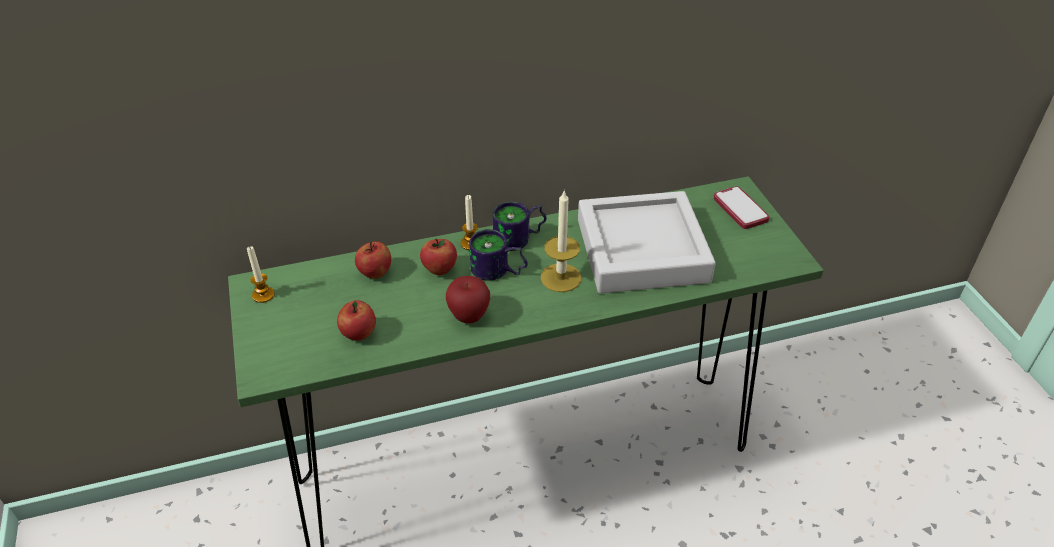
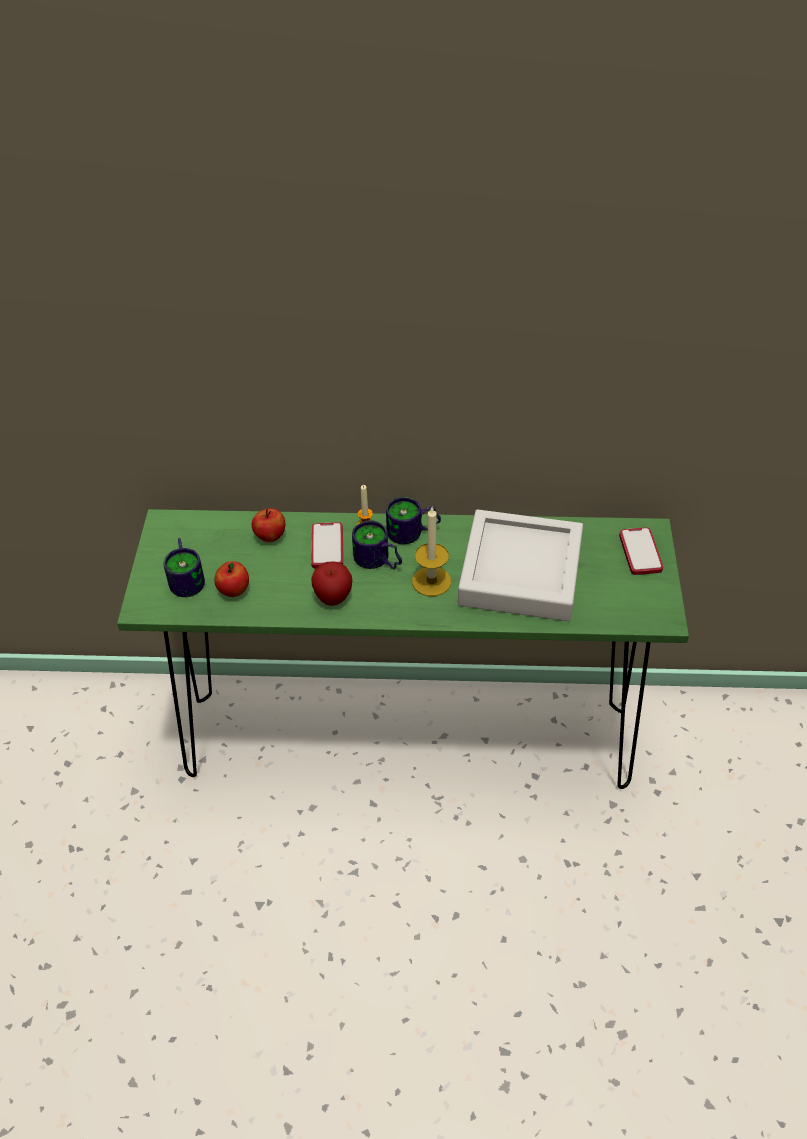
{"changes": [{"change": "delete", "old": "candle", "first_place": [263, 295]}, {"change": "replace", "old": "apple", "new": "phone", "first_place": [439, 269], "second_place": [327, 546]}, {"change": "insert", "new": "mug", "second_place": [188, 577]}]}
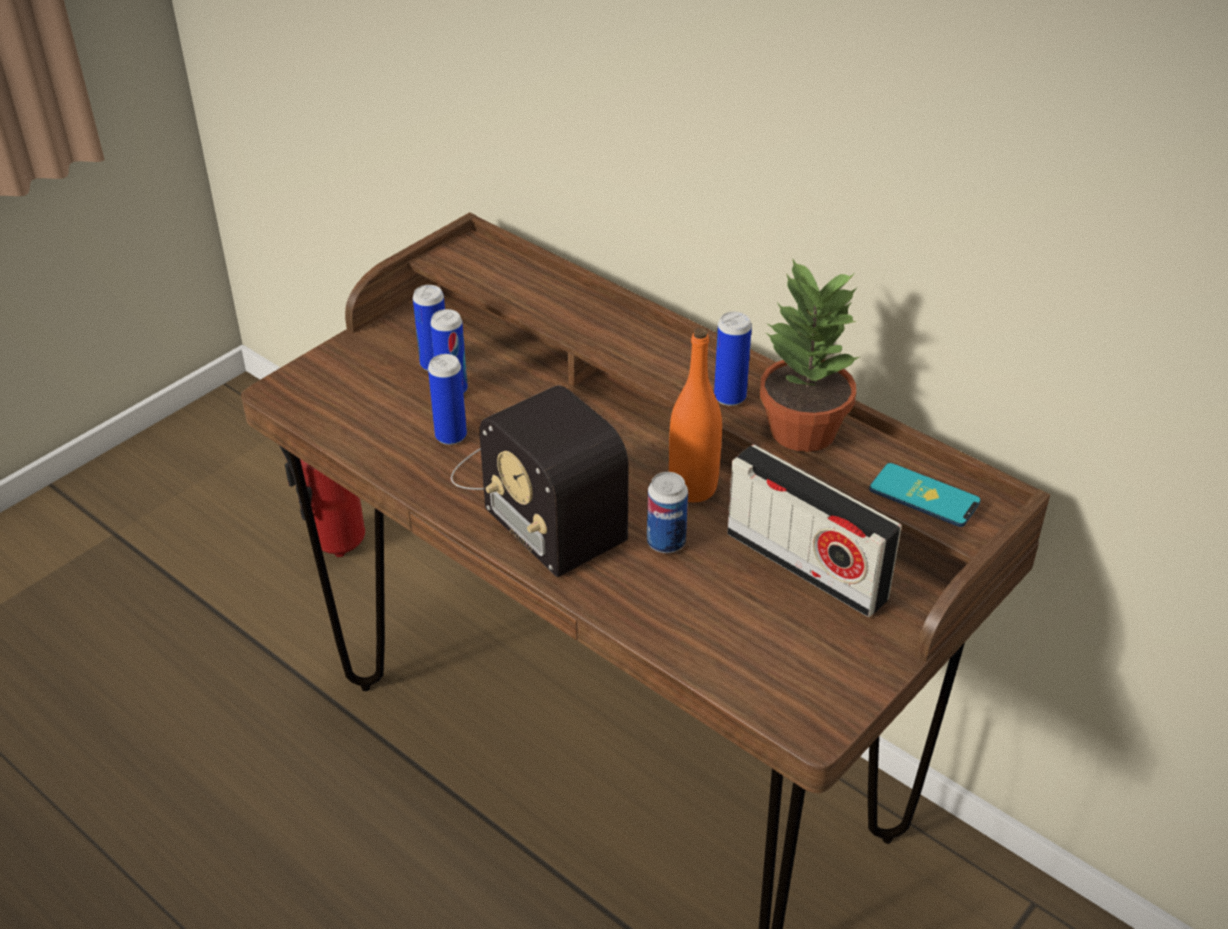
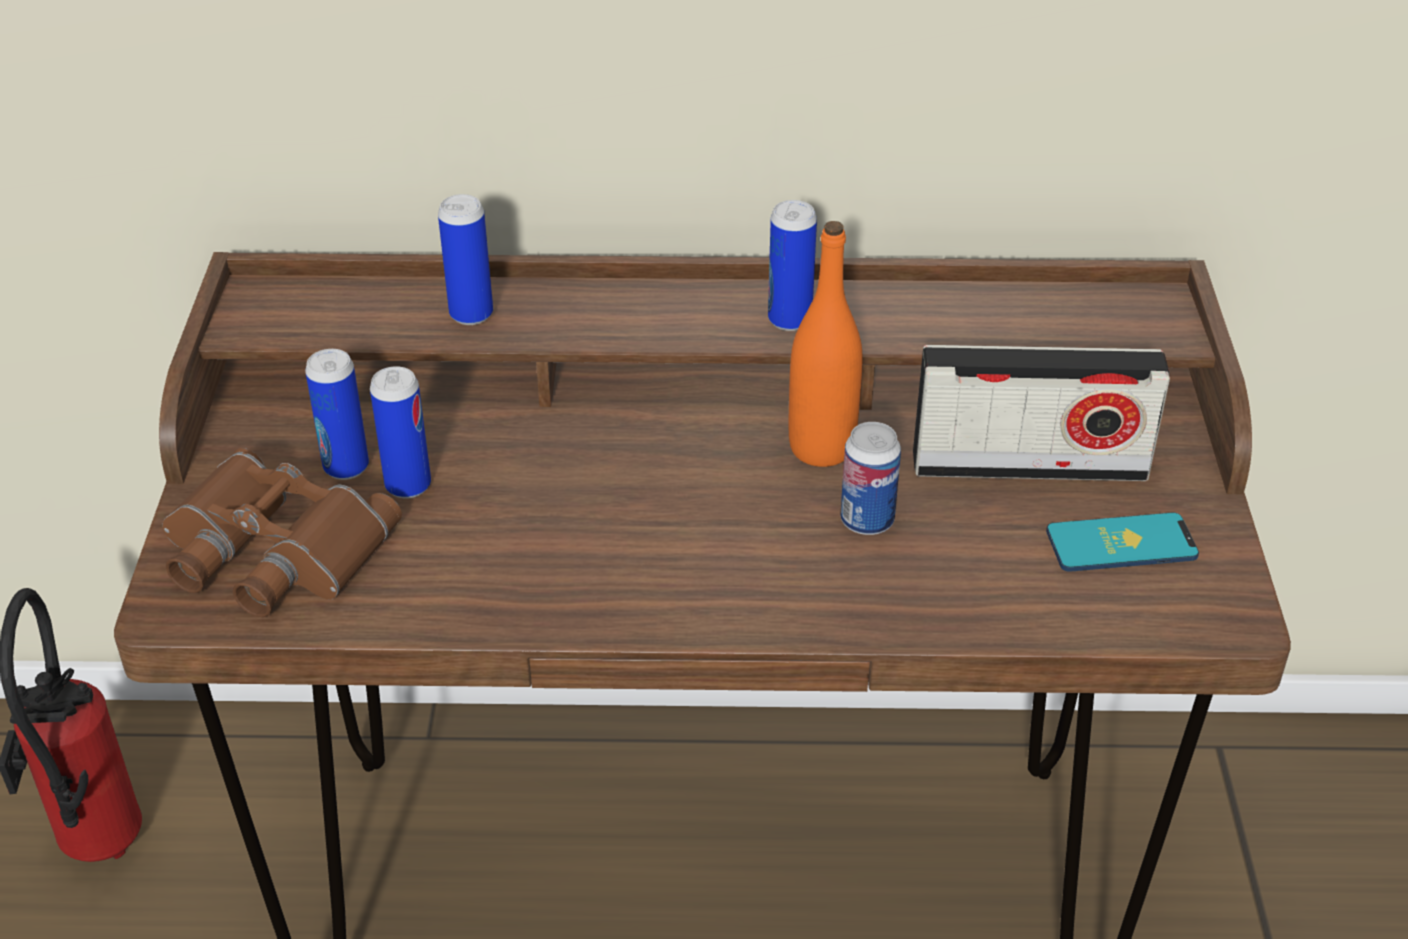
{"changes": [{"change": "move", "old": "can", "first_place": [451, 436], "second_place": [471, 314]}, {"change": "delete", "old": "radio", "first_place": [537, 495]}, {"change": "delete", "old": "potted plant", "first_place": [801, 429]}, {"change": "move", "old": "phone", "first_place": [924, 496], "second_place": [1121, 544]}, {"change": "insert", "new": "brown binoculars", "second_place": [270, 551]}]}
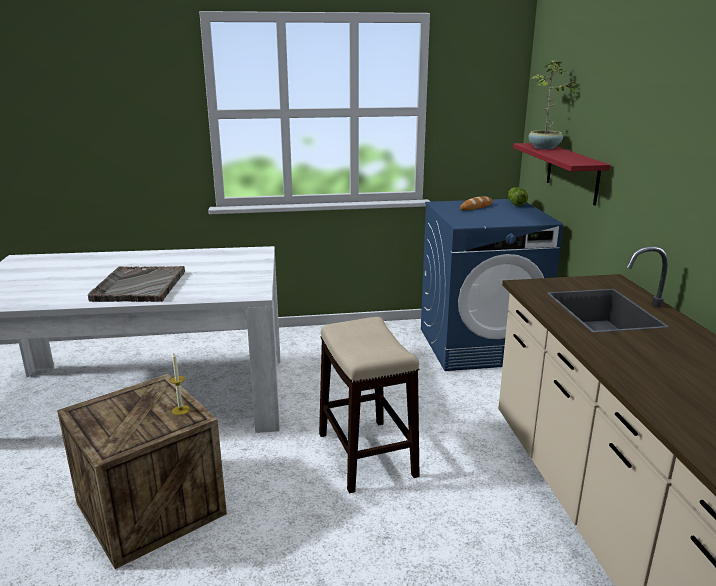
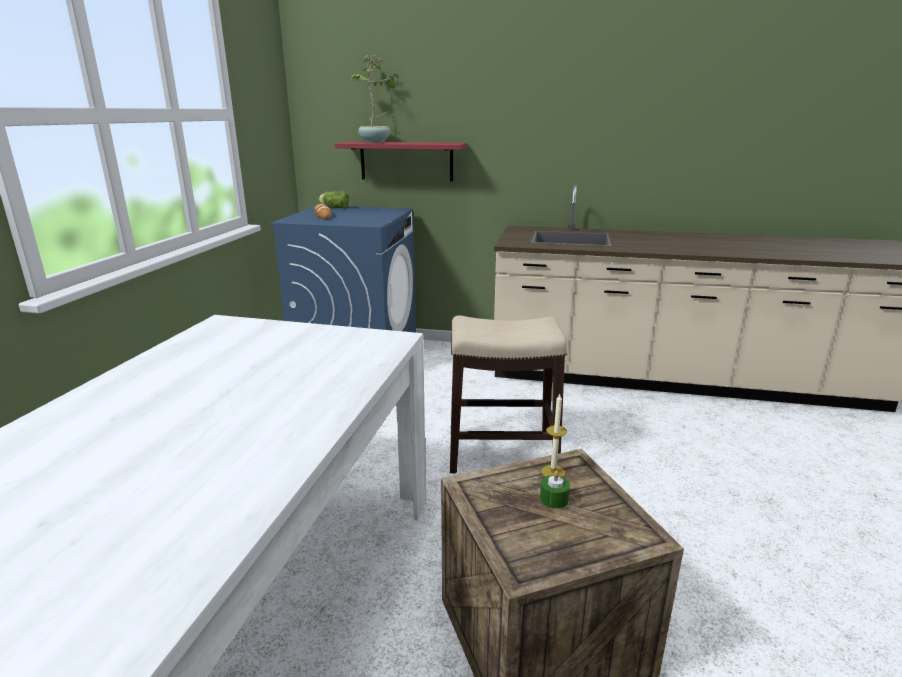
{"changes": [{"change": "delete", "old": "grey tray", "first_place": [139, 286]}, {"change": "insert", "new": "green candle", "second_place": [554, 499]}]}
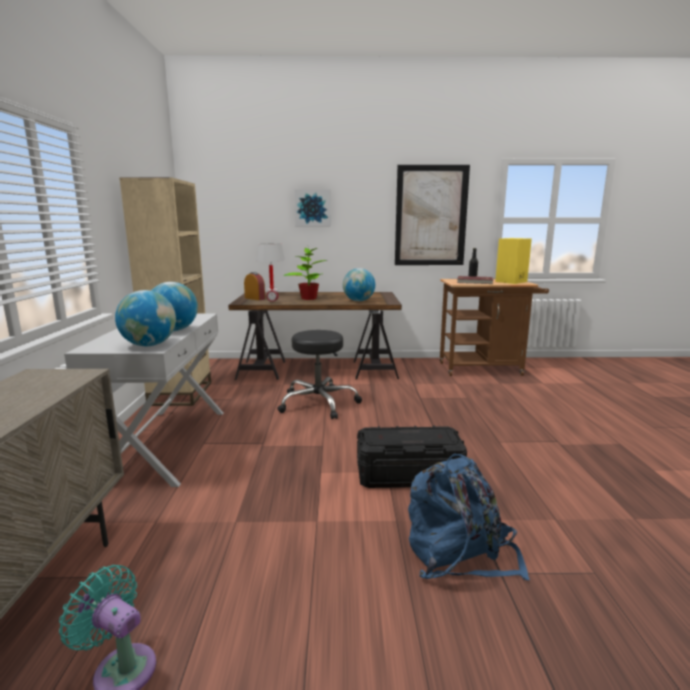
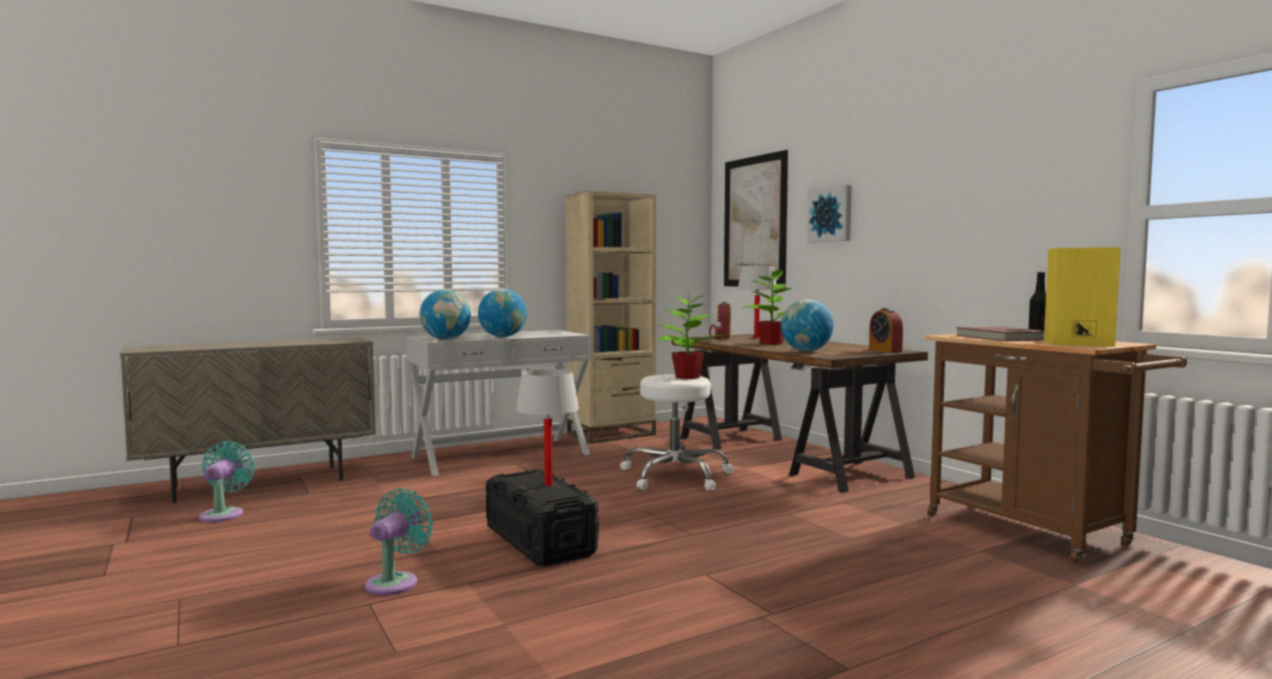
{"changes": [{"change": "recolor", "old": "black stool", "new": "white stool", "first_place": [318, 403], "second_place": [675, 476]}, {"change": "move", "old": "picture", "first_place": [431, 216], "second_place": [754, 222]}, {"change": "replace", "old": "blue backpack", "new": "turquoise fan", "first_place": [459, 552], "second_place": [395, 582]}, {"change": "insert", "new": "white table lamp", "second_place": [548, 485]}, {"change": "insert", "new": "potted plant", "second_place": [686, 377]}, {"change": "insert", "new": "alarm clock", "second_place": [885, 350]}]}
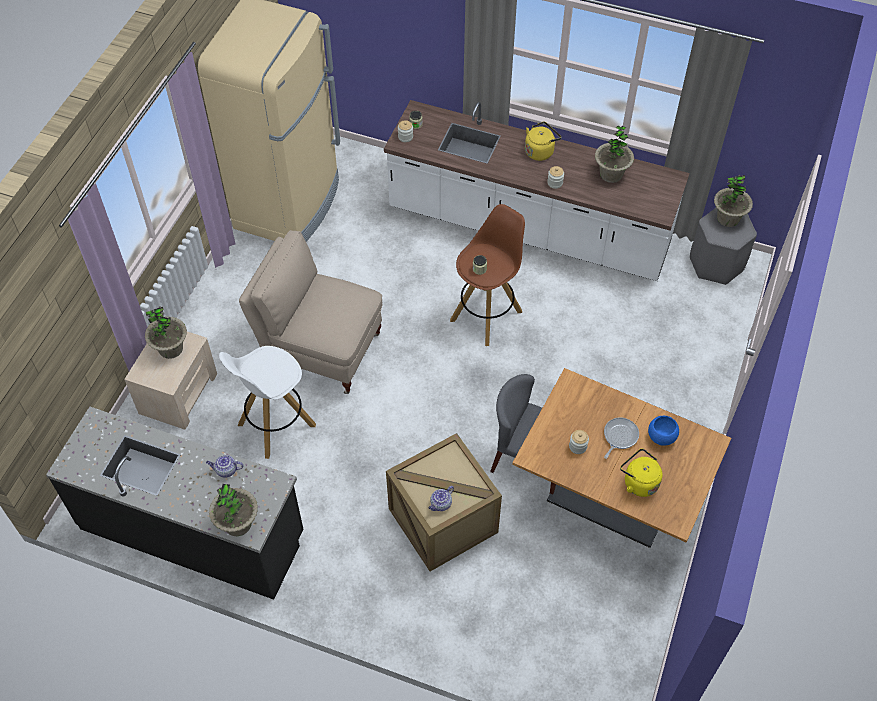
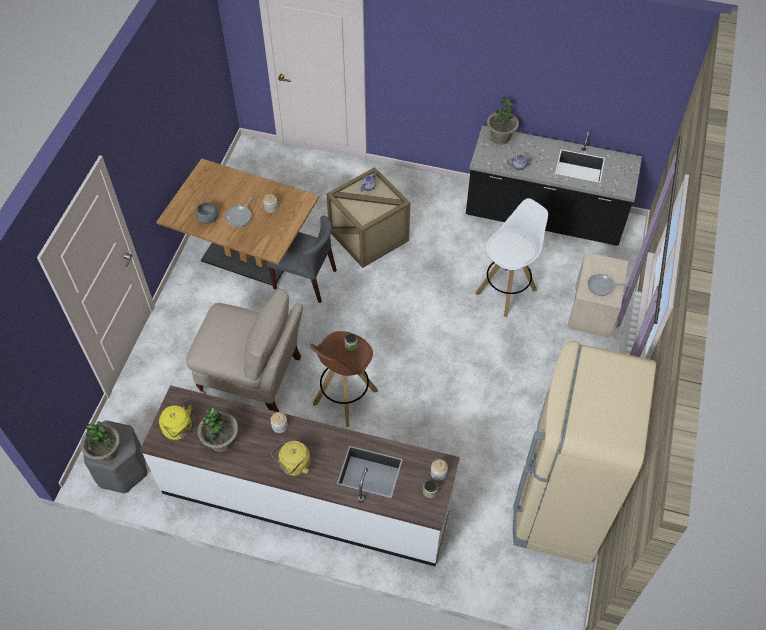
{"changes": [{"change": "replace", "old": "potted plant", "new": "frying pan", "first_place": [171, 348], "second_place": [602, 286]}, {"change": "move", "old": "beige chair", "first_place": [320, 350], "second_place": [252, 376]}, {"change": "move", "old": "yellow kettle", "first_place": [638, 482], "second_place": [179, 429]}, {"change": "recolor", "old": "blue bowl", "new": "grey bowl", "first_place": [661, 436], "second_place": [208, 219]}]}
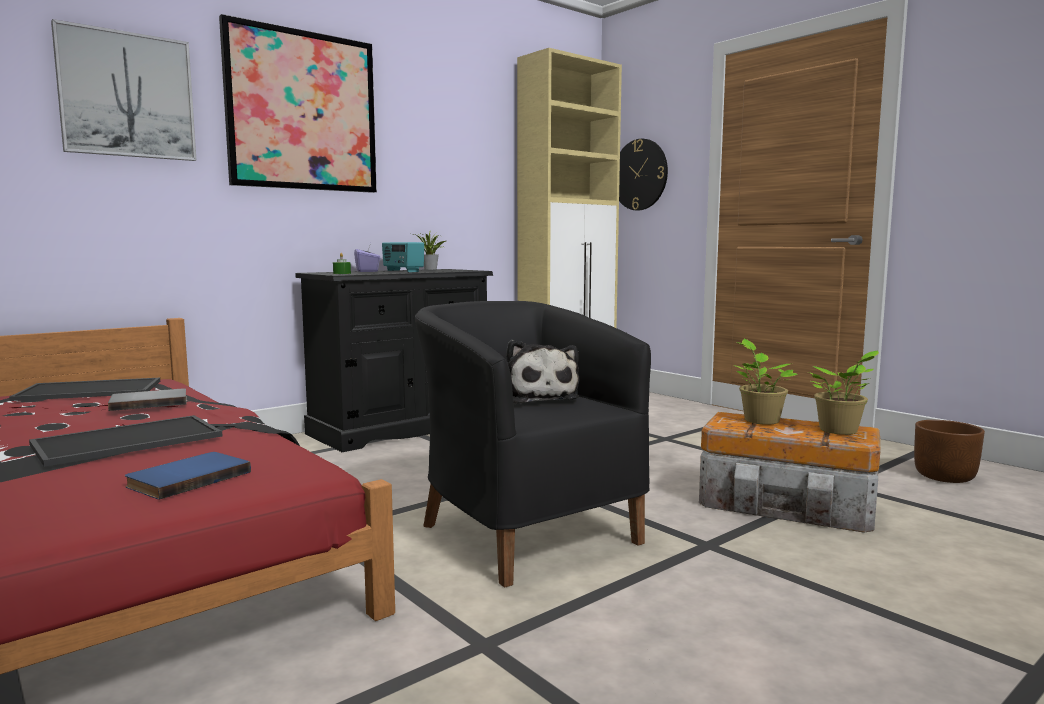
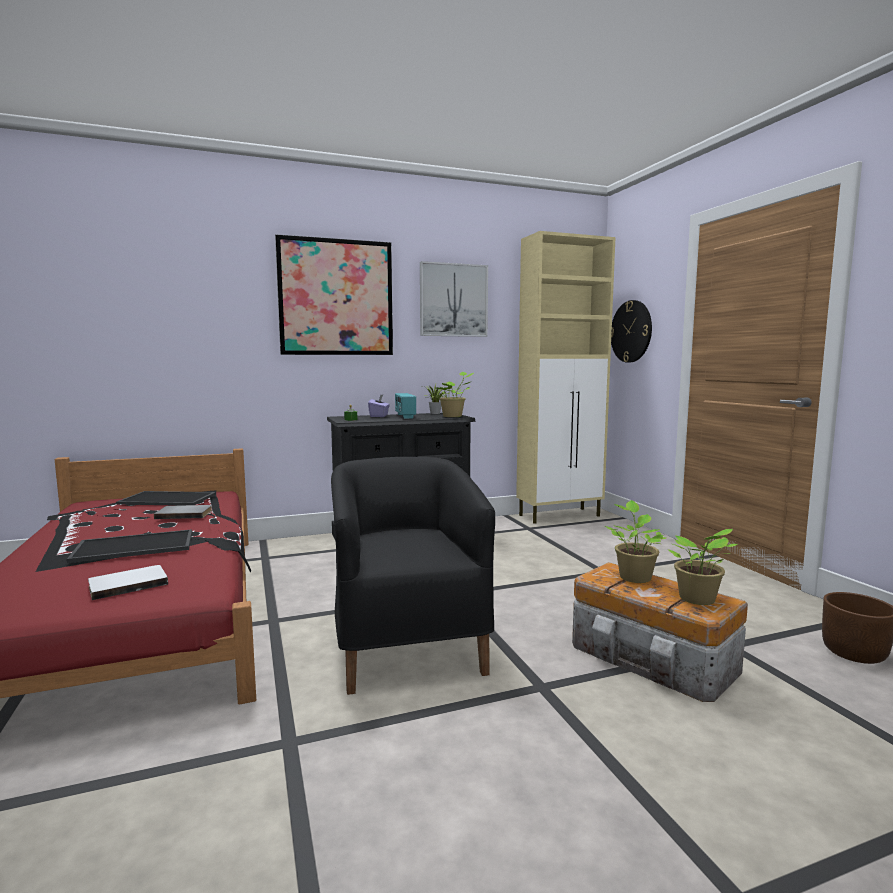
{"changes": [{"change": "move", "old": "picture", "first_place": [127, 95], "second_place": [453, 300]}, {"change": "recolor", "old": "blue book", "new": "white book", "first_place": [187, 478], "second_place": [128, 584]}, {"change": "delete", "old": "plush toy", "first_place": [537, 397]}, {"change": "insert", "new": "potted plant", "second_place": [454, 416]}]}
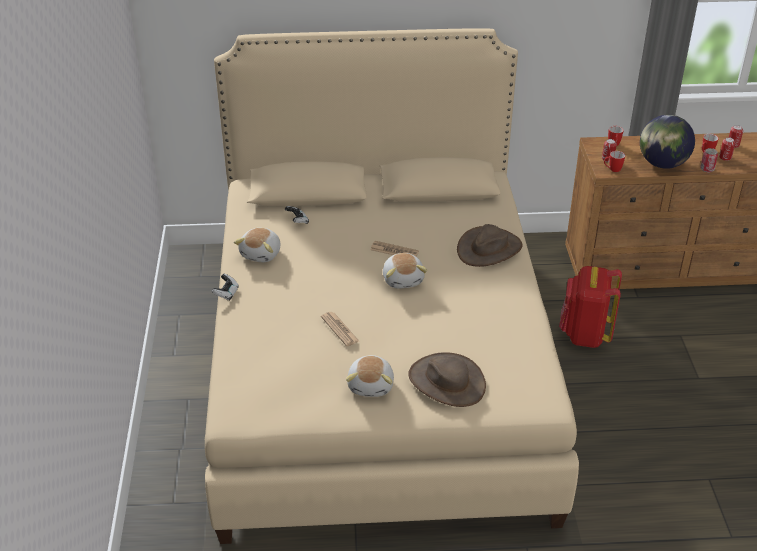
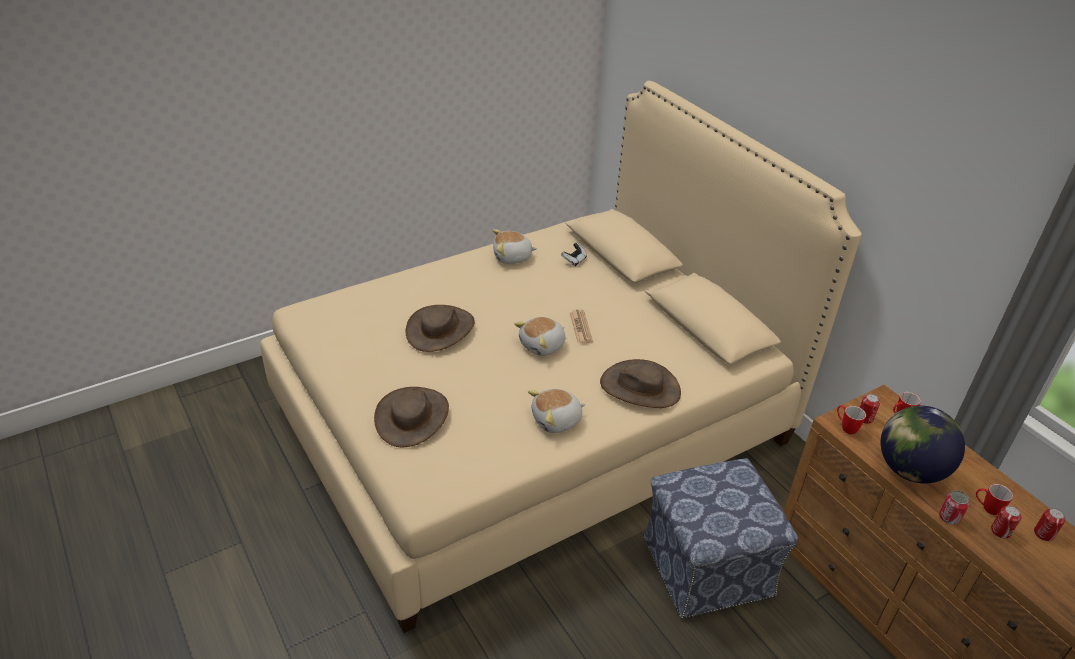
{"changes": [{"change": "delete", "old": "game controller", "first_place": [226, 293]}, {"change": "replace", "old": "newspaper", "new": "brown hat", "first_place": [340, 329], "second_place": [440, 329]}, {"change": "move", "old": "plush toy", "first_place": [371, 385], "second_place": [557, 420]}, {"change": "replace", "old": "red backpack", "new": "ottoman", "first_place": [584, 335], "second_place": [706, 567]}]}
